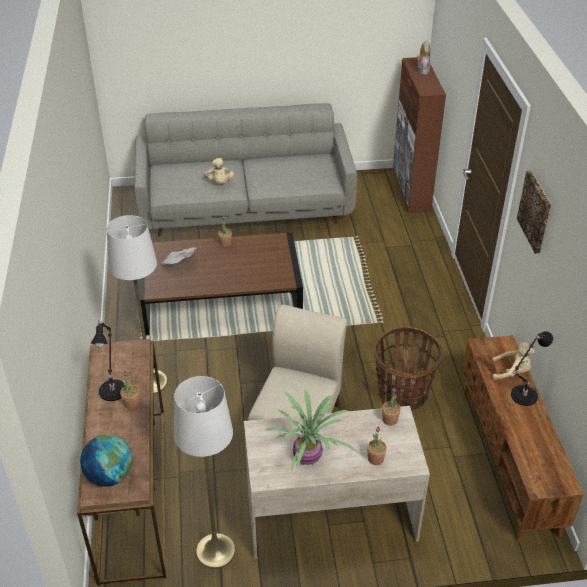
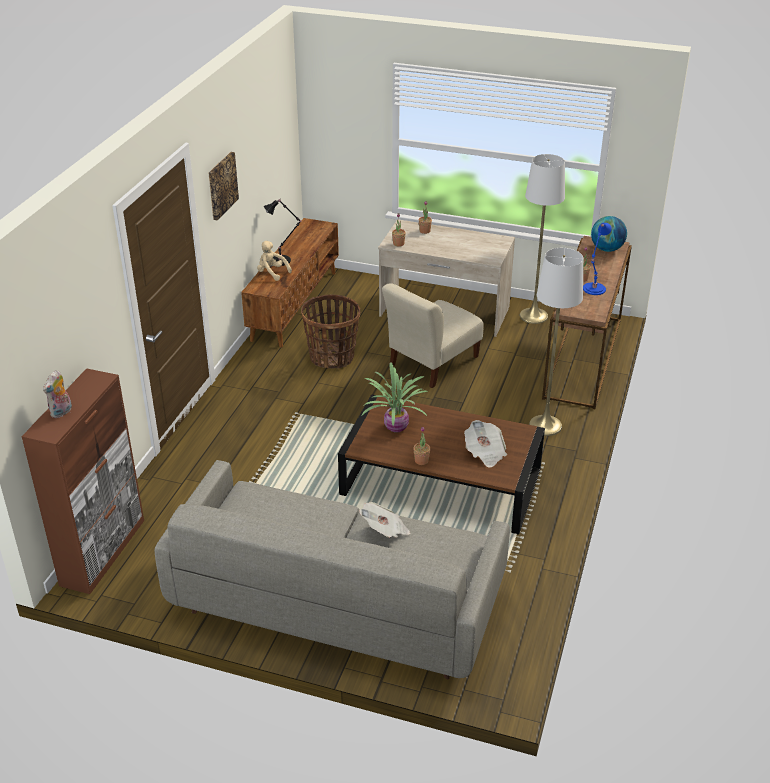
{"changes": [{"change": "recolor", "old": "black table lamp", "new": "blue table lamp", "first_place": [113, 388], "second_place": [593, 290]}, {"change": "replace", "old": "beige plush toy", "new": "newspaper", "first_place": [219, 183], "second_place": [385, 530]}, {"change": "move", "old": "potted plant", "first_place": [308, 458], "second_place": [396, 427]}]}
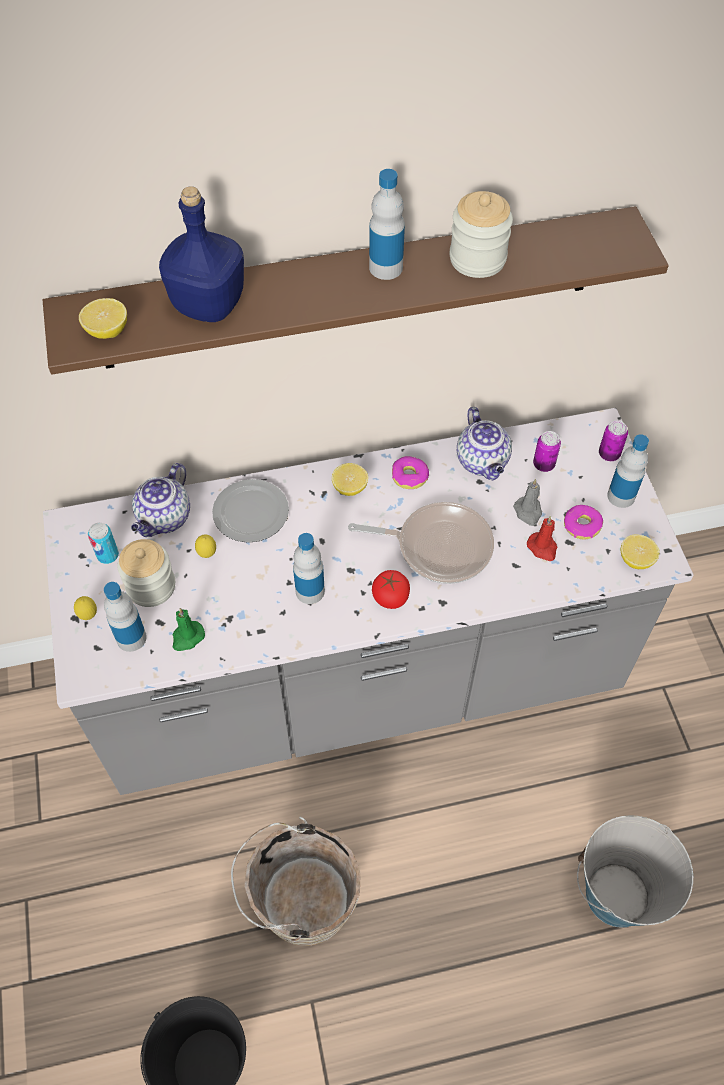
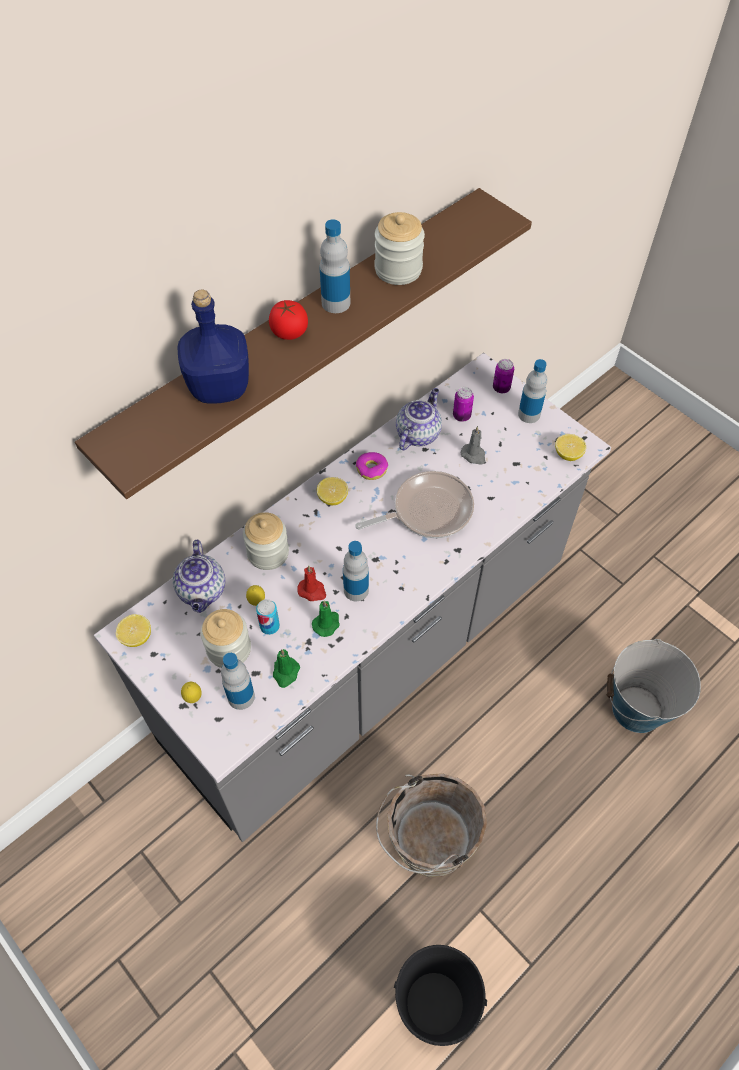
{"changes": [{"change": "move", "old": "lemon", "first_place": [107, 331], "second_place": [136, 637]}, {"change": "move", "old": "can", "first_place": [108, 555], "second_place": [269, 626]}, {"change": "replace", "old": "plate", "new": "jar", "first_place": [250, 512], "second_place": [268, 553]}, {"change": "move", "old": "tomato", "first_place": [390, 597], "second_place": [289, 332]}, {"change": "rotate", "old": "teapot", "first_place": [483, 462], "second_place": [418, 433], "degrees": -105}, {"change": "move", "old": "red candle", "first_place": [542, 548], "second_place": [312, 591]}, {"change": "delete", "old": "donut", "first_place": [581, 525]}, {"change": "insert", "new": "green candle", "second_place": [327, 623]}]}
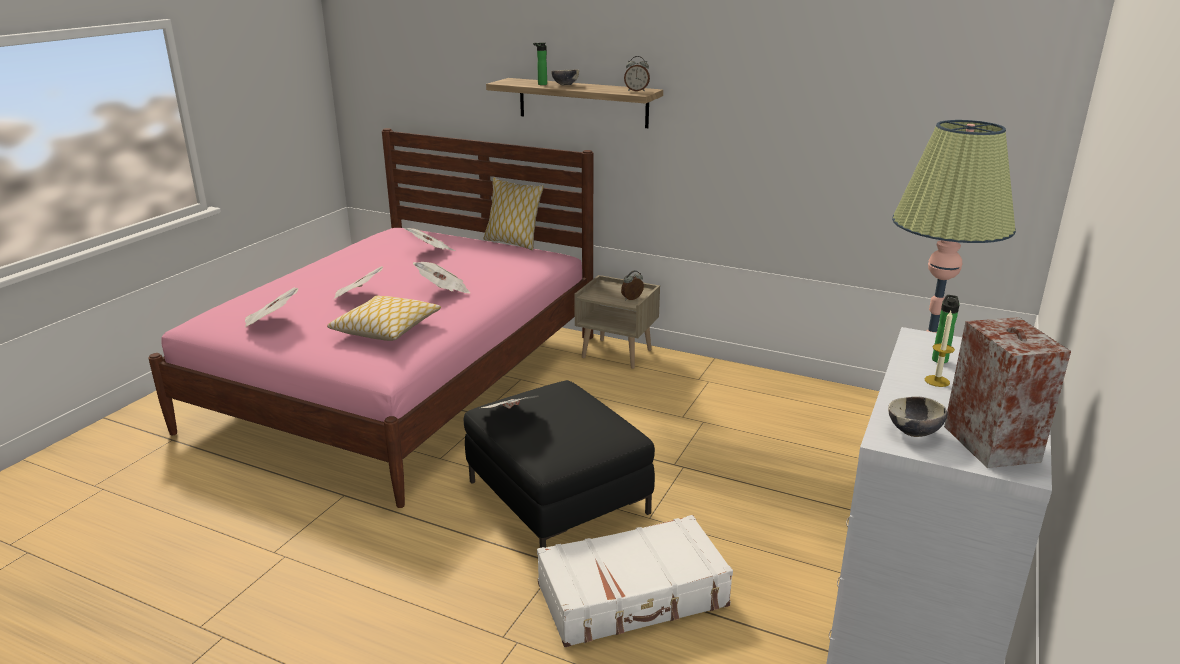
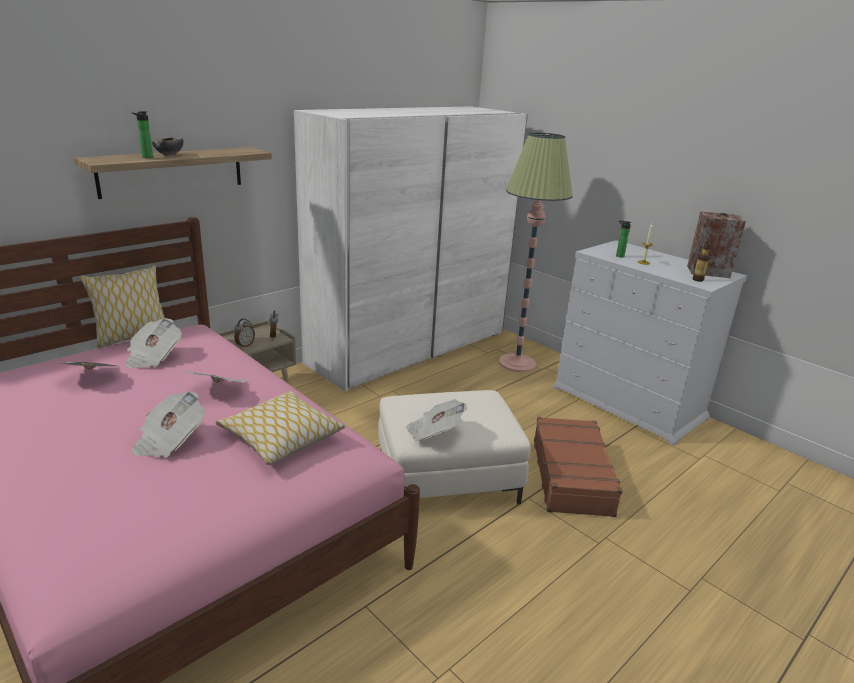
{"changes": [{"change": "move", "old": "newspaper", "first_place": [271, 321], "second_place": [153, 357]}, {"change": "recolor", "old": "black ottoman", "new": "white ottoman", "first_place": [558, 497], "second_place": [447, 477]}, {"change": "recolor", "old": "white suitcase", "new": "brown suitcase", "first_place": [633, 596], "second_place": [572, 476]}, {"change": "move", "old": "alarm clock", "first_place": [636, 91], "second_place": [244, 345]}, {"change": "replace", "old": "bowl", "new": "bottle", "first_place": [913, 433], "second_place": [698, 280]}, {"change": "insert", "new": "white wardrobe", "second_place": [408, 347]}]}
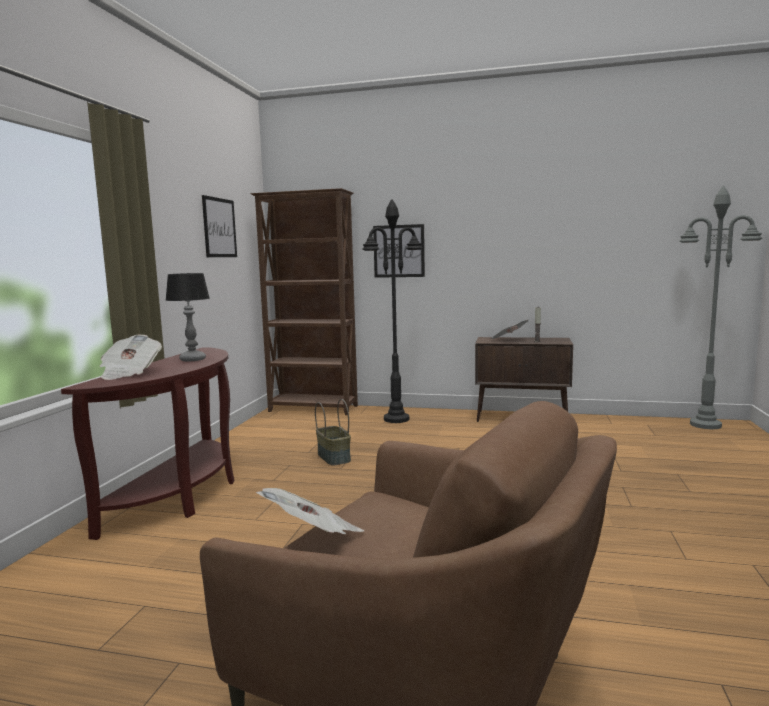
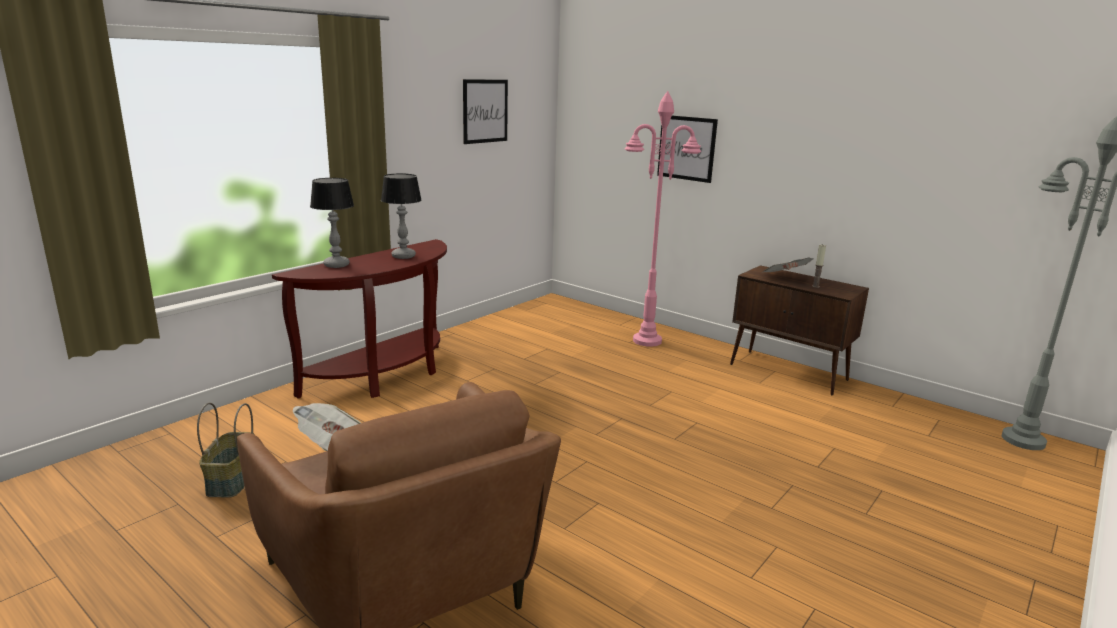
{"changes": [{"change": "replace", "old": "newspaper", "new": "table lamp", "first_place": [129, 373], "second_place": [336, 265]}, {"change": "delete", "old": "brown bookcase", "first_place": [313, 409]}, {"change": "move", "old": "basket", "first_place": [334, 457], "second_place": [233, 480]}, {"change": "recolor", "old": "black floor lamp", "new": "pink floor lamp", "first_place": [396, 419], "second_place": [647, 341]}]}
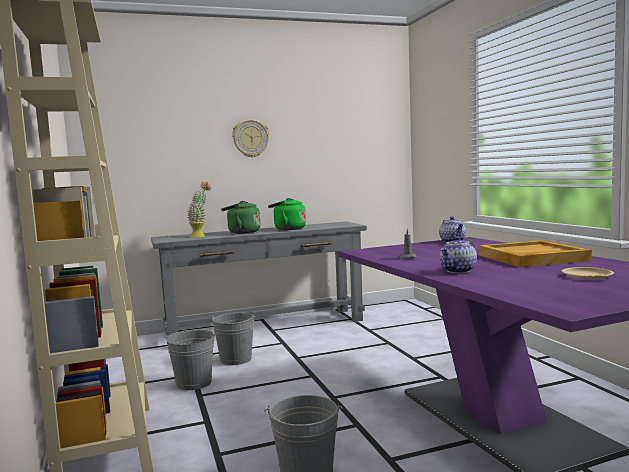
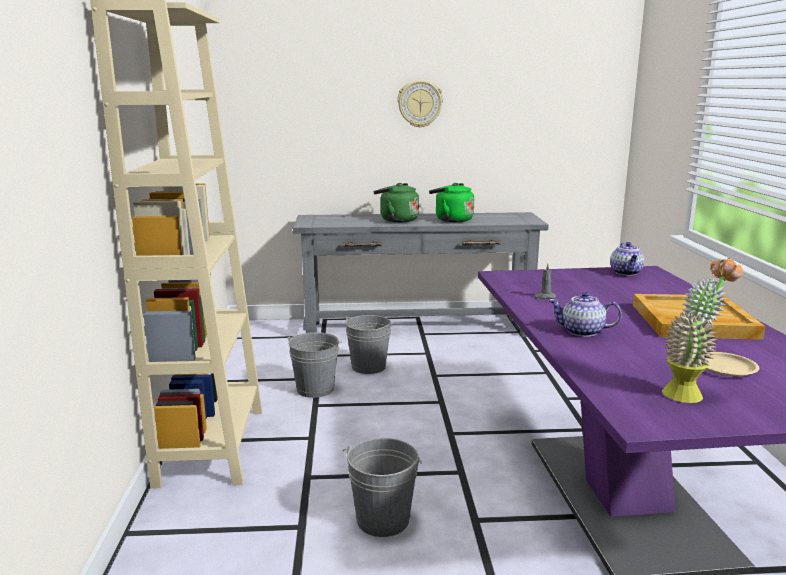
{"changes": [{"change": "move", "old": "potted plant", "first_place": [201, 236], "second_place": [690, 392]}, {"change": "rotate", "old": "teapot", "first_place": [458, 271], "second_place": [582, 332], "degrees": 45}]}
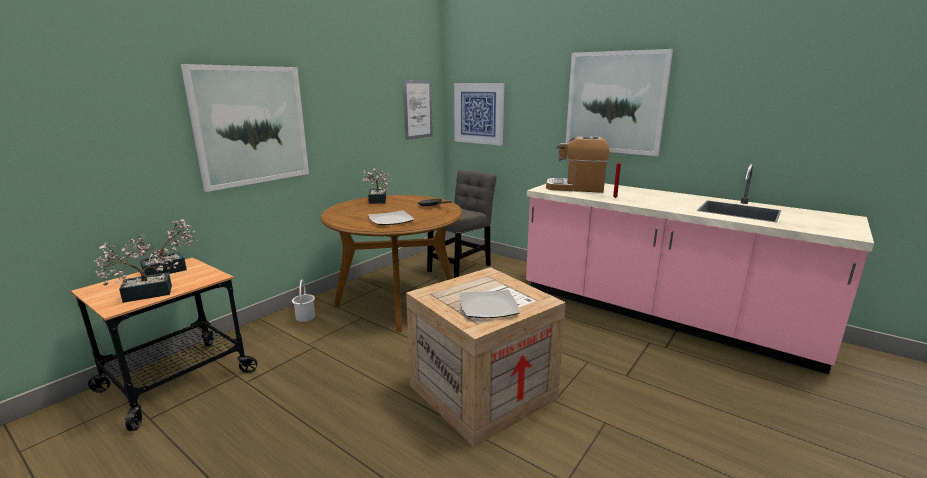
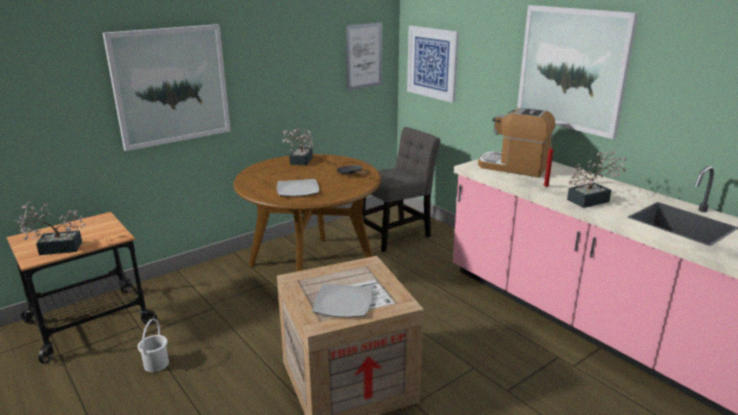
{"changes": [{"change": "move", "old": "potted plant", "first_place": [170, 270], "second_place": [592, 200]}, {"change": "move", "old": "white bucket", "first_place": [305, 317], "second_place": [156, 364]}]}
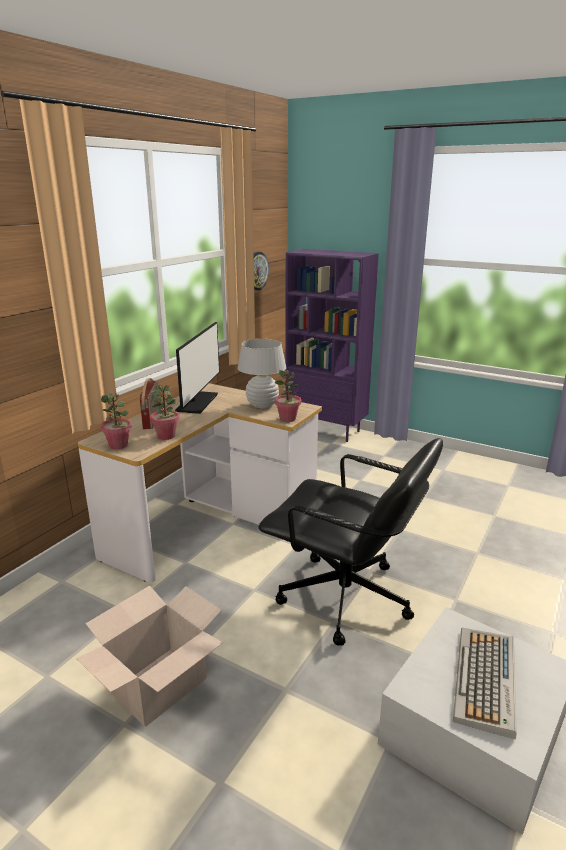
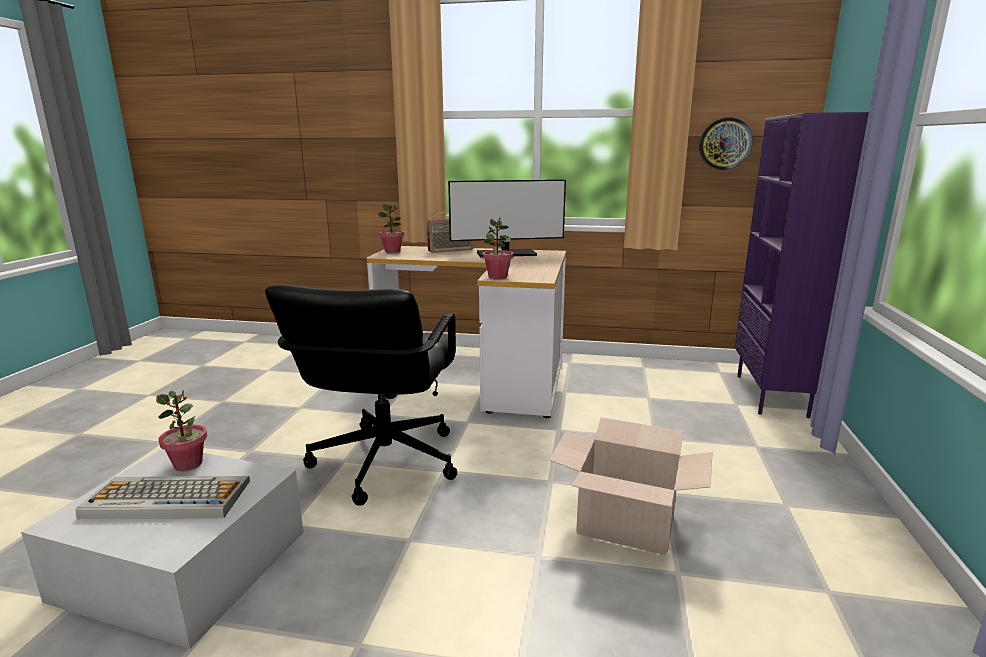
{"changes": [{"change": "move", "old": "cardboard box", "first_place": [158, 684], "second_place": [626, 523]}, {"change": "move", "old": "potted plant", "first_place": [166, 436], "second_place": [188, 464]}, {"change": "delete", "old": "white table lamp", "first_place": [262, 405]}]}
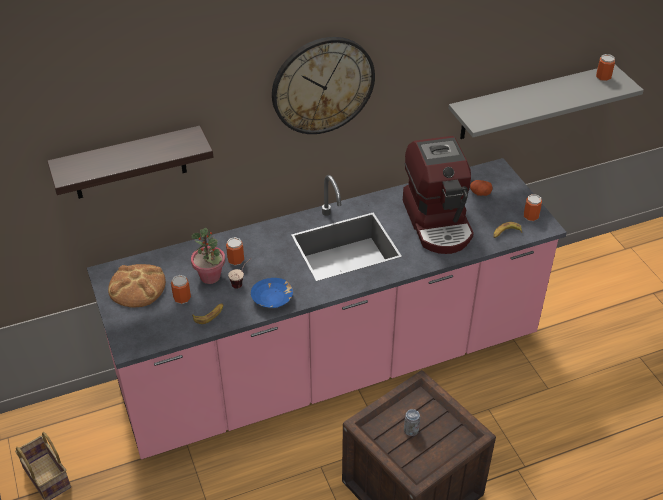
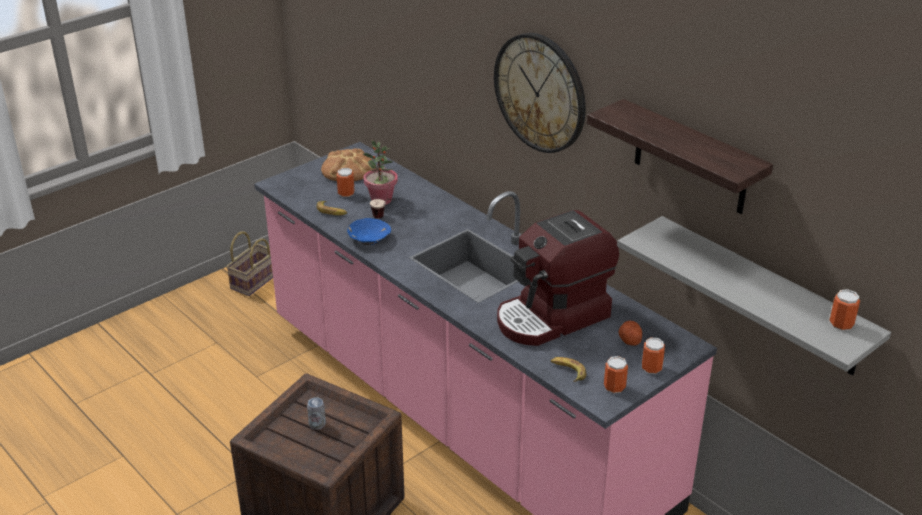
{"changes": [{"change": "move", "old": "shelf", "first_place": [129, 163], "second_place": [690, 158]}, {"change": "move", "old": "can", "first_place": [236, 260], "second_place": [651, 368]}]}
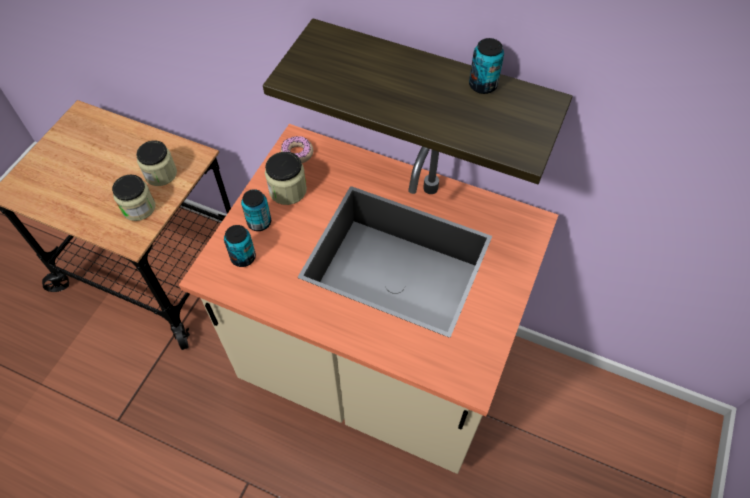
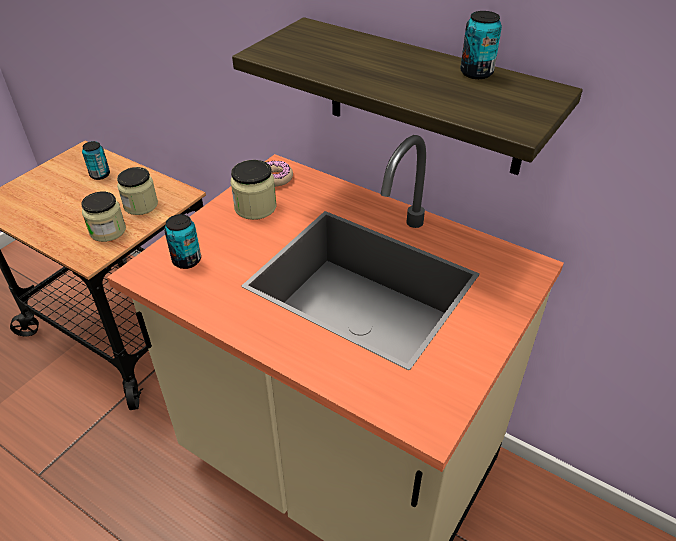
{"changes": [{"change": "move", "old": "can", "first_place": [259, 222], "second_place": [100, 175]}]}
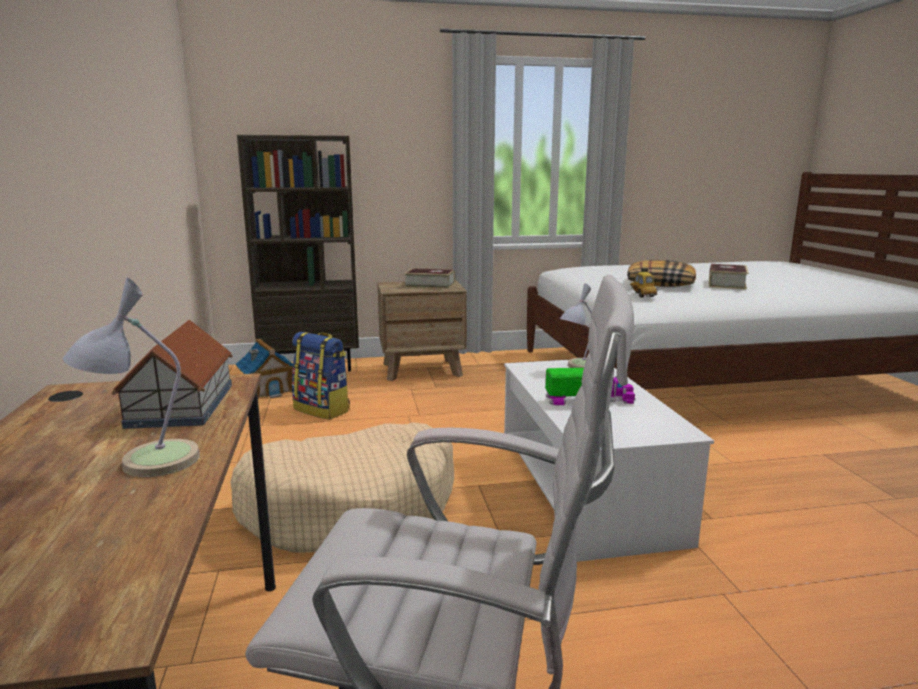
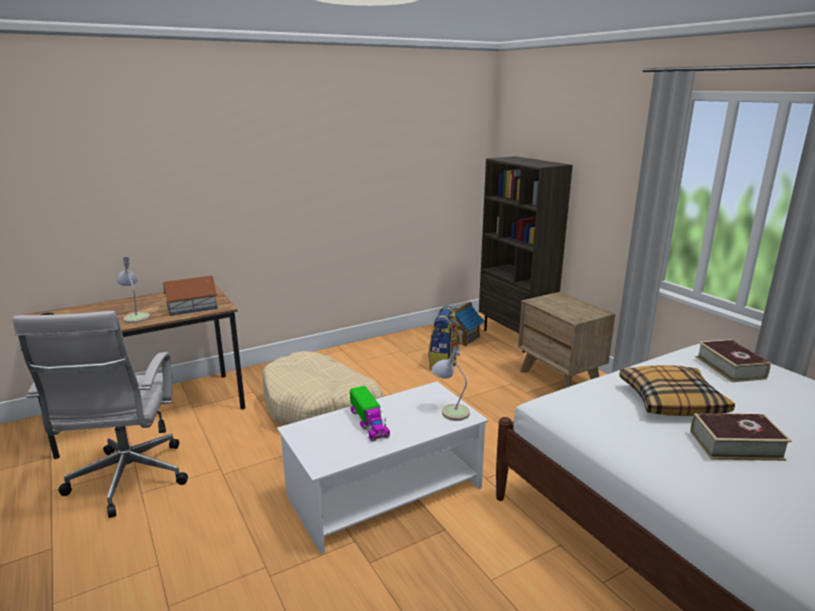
{"changes": [{"change": "move", "old": "book", "first_place": [430, 285], "second_place": [730, 367]}, {"change": "delete", "old": "toy car", "first_place": [642, 295]}]}
